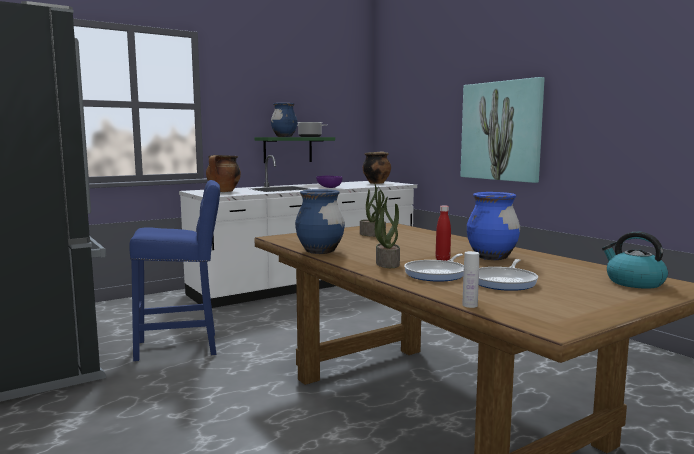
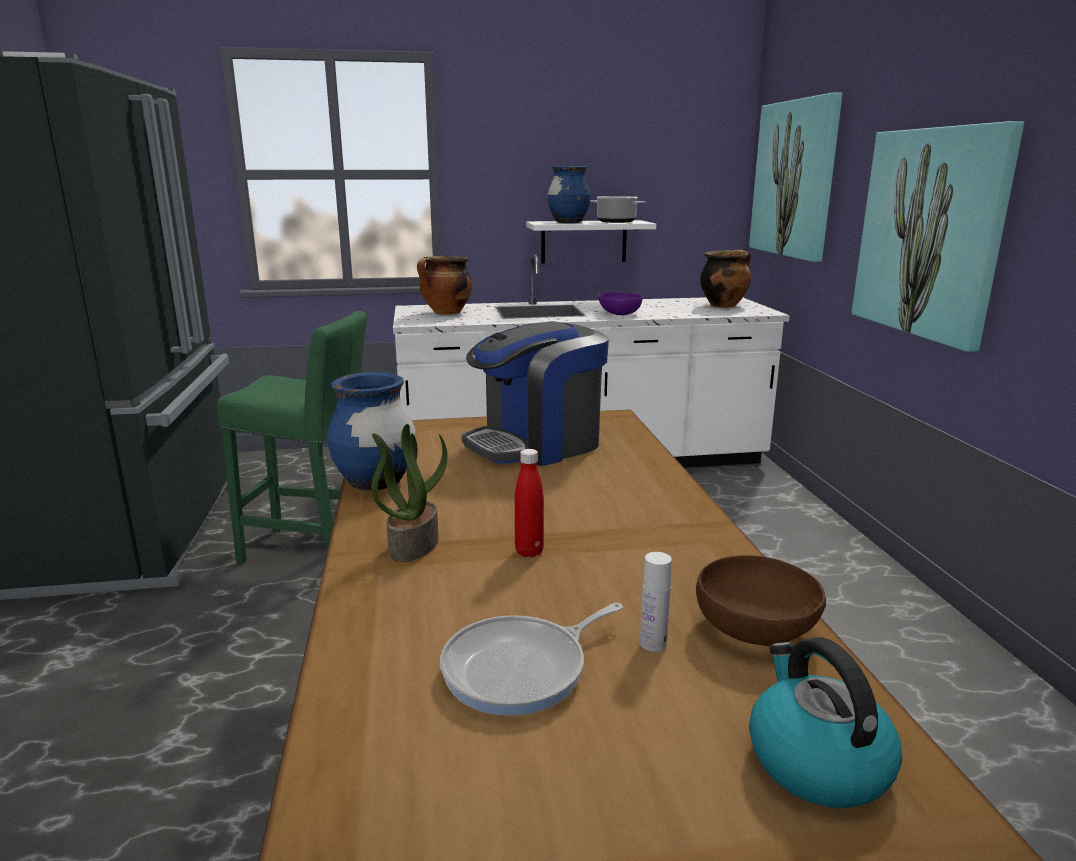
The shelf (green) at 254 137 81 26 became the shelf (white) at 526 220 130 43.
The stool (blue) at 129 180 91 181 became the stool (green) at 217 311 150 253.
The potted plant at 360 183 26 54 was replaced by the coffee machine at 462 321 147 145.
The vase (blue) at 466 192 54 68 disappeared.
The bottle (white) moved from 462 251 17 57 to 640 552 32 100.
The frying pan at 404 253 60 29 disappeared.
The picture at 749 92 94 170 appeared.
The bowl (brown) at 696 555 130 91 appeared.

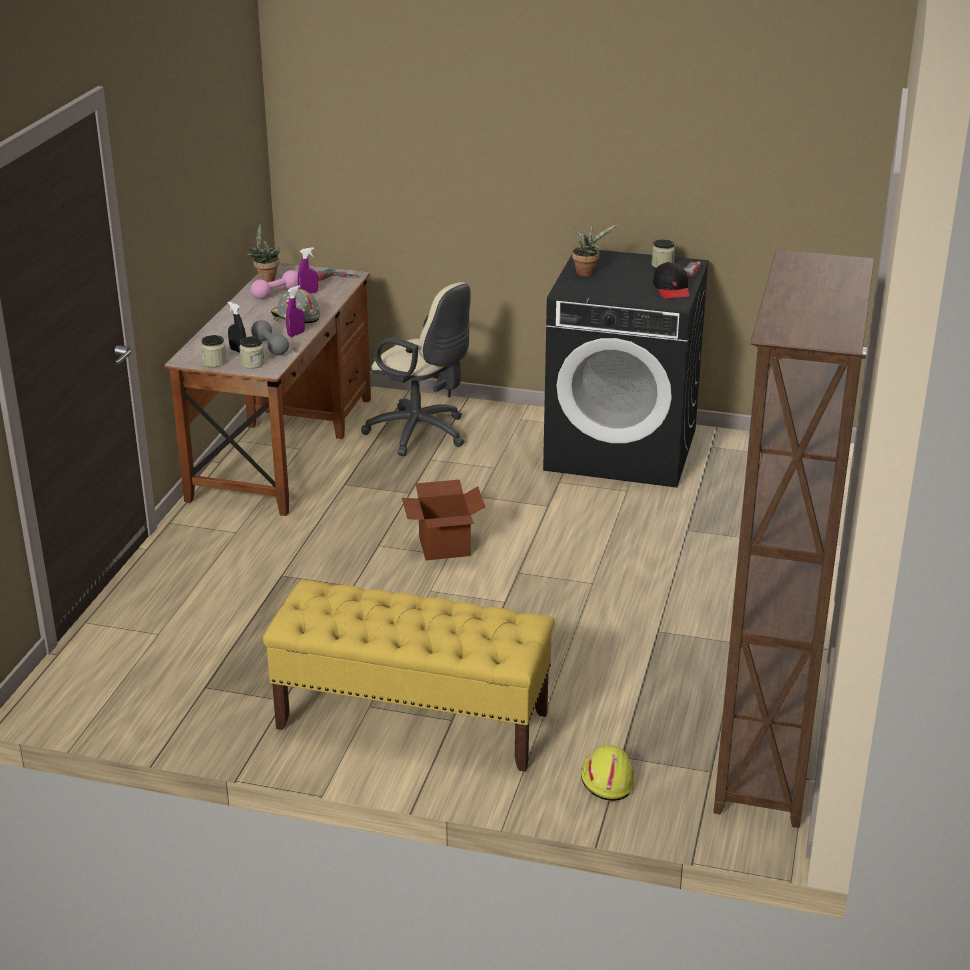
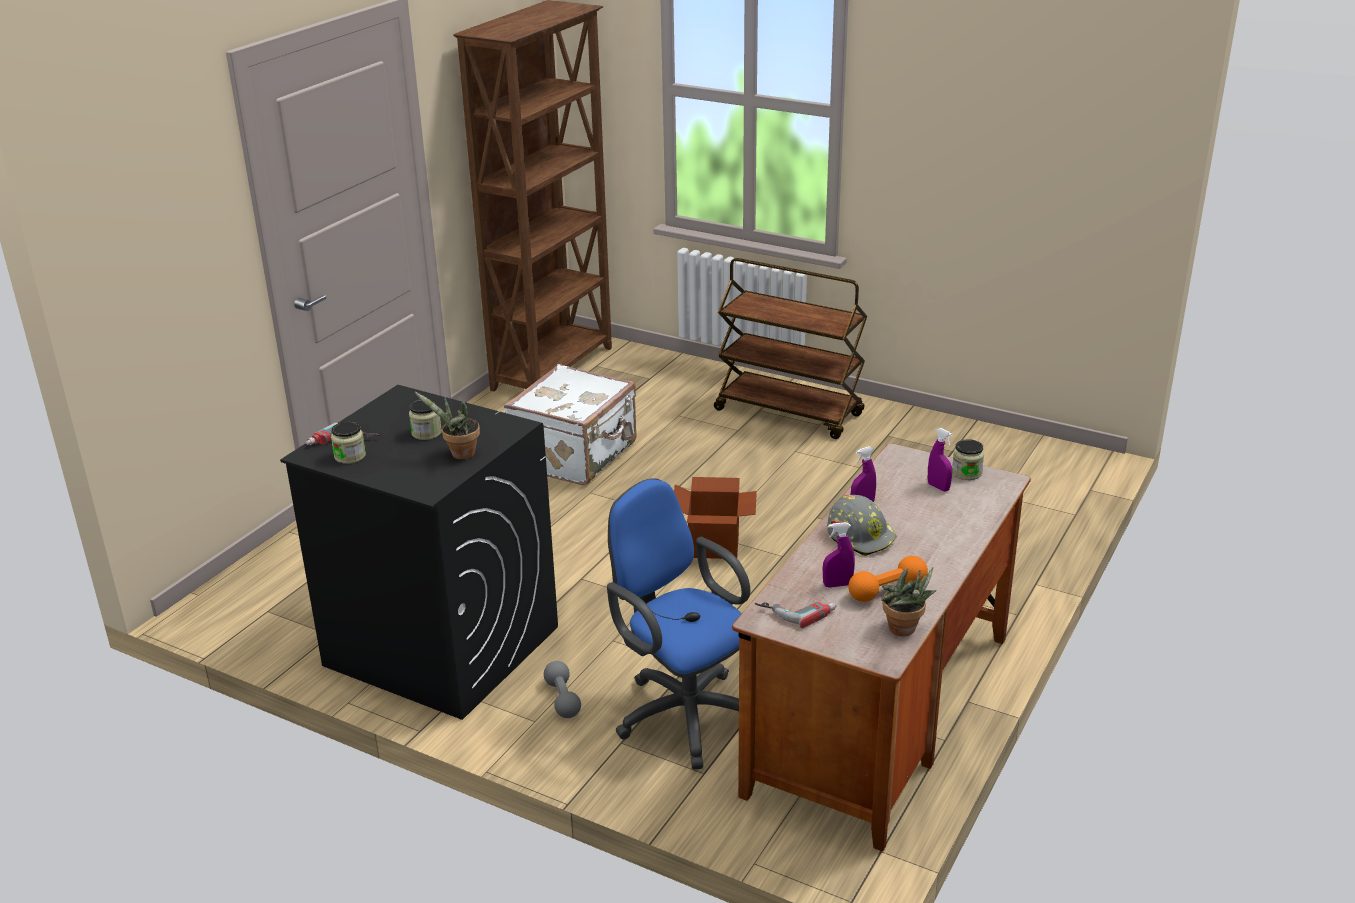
The cap (black) at 653 262 36 36 disappeared.
The dumbbell (pink) at 251 270 47 29 became the dumbbell (orange) at 848 556 80 46.
The office chair (beige) at 361 282 110 174 became the office chair (blue) at 607 478 143 291.
The spray bottle (black) at 228 302 18 51 became the spray bottle (purple) at 928 428 25 64.
The dumbbell (grey) moved from 251 320 38 35 to 544 661 37 57.
The jar moved from 239 336 26 33 to 409 399 33 41.
The bench (yellow) at 263 580 292 192 was replaced by the cart (brown) at 714 258 153 181.
The hard hat (yellow) at 581 745 54 56 disappeared.
The suitcase (white) at 504 364 133 121 appeared.

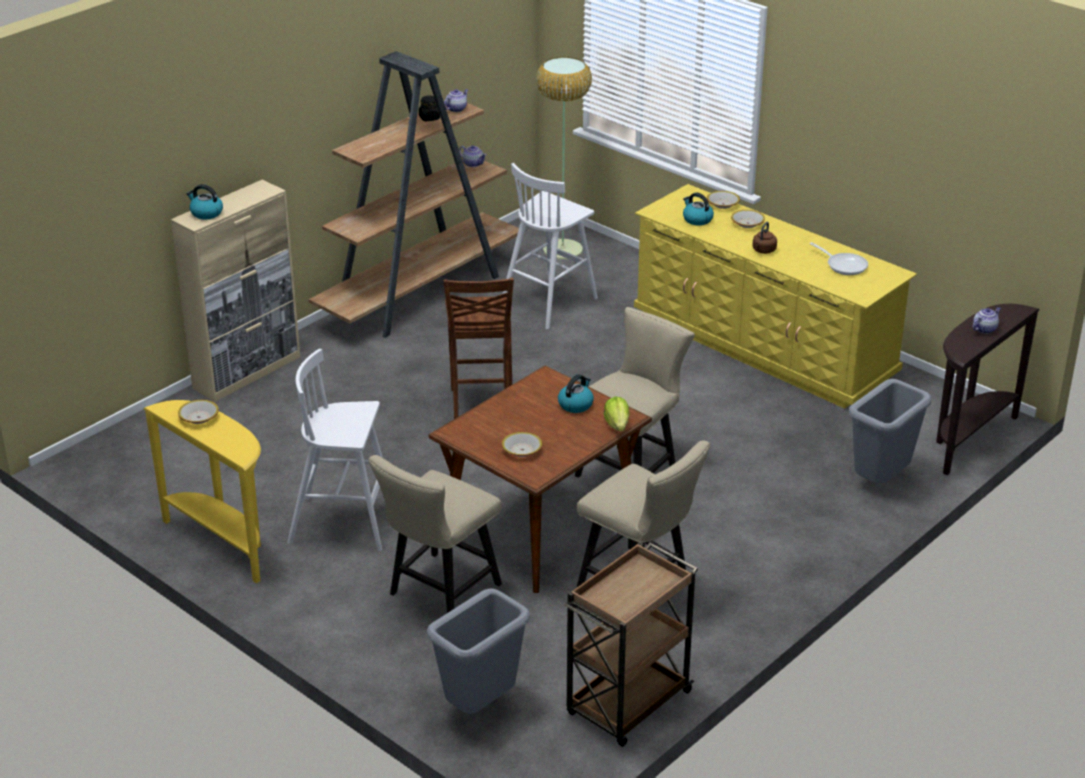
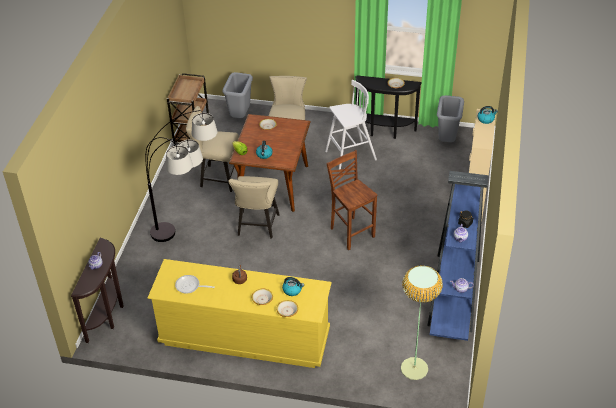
The bookcase (brown) at 309 51 210 287 became the bookcase (blue) at 427 171 62 170.
The stool (white) at 503 163 95 166 disappeared.
The trash can (grey) moved from 849 379 83 104 to 437 95 27 48.
The console table (yellow) at 144 400 117 184 became the console table (black) at 355 75 67 64.
The floor lamp at 145 110 72 132 appeared.

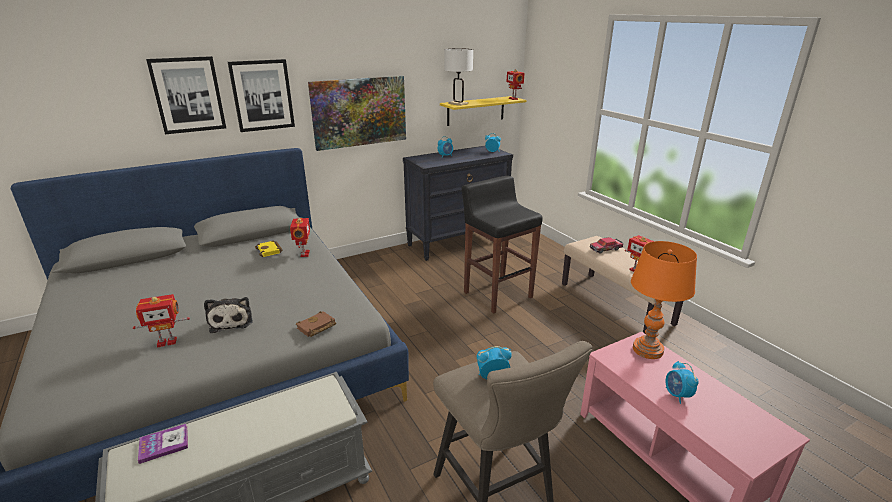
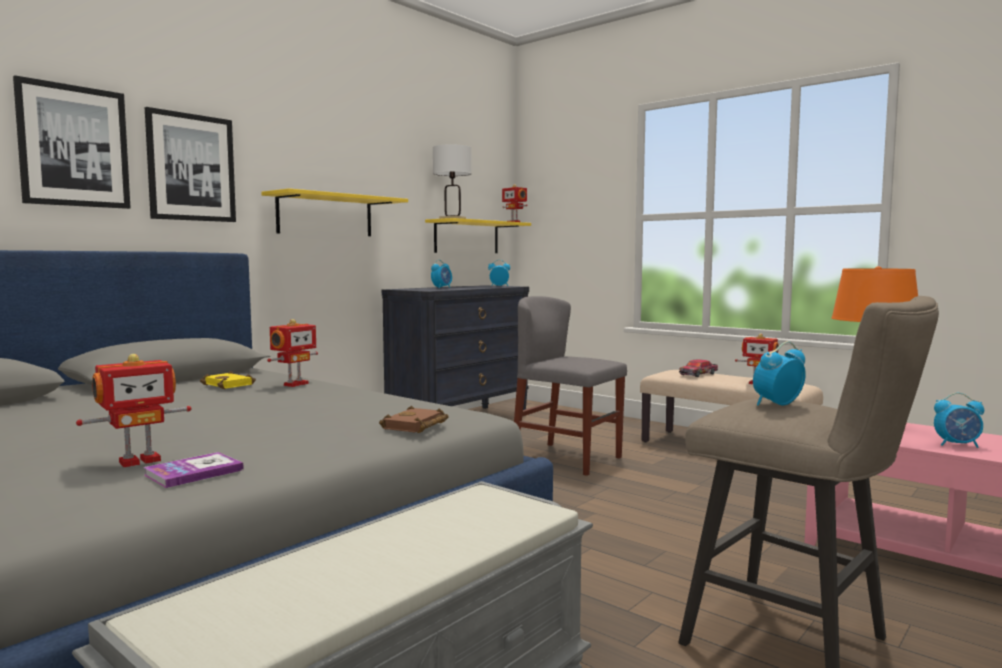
The picture at 308 76 98 75 was replaced by the shelf (yellow) at 261 188 147 48.
The stool (black) at 462 176 80 138 was replaced by the chair (grey) at 514 296 113 180.
The toy robot at 290 218 20 39 turned 60 degrees clockwise.
The plush toy at 204 297 49 36 disappeared.
The alarm clock at 665 361 34 43 turned 45 degrees counterclockwise.
The book moved from 138 424 50 40 to 143 452 101 36.

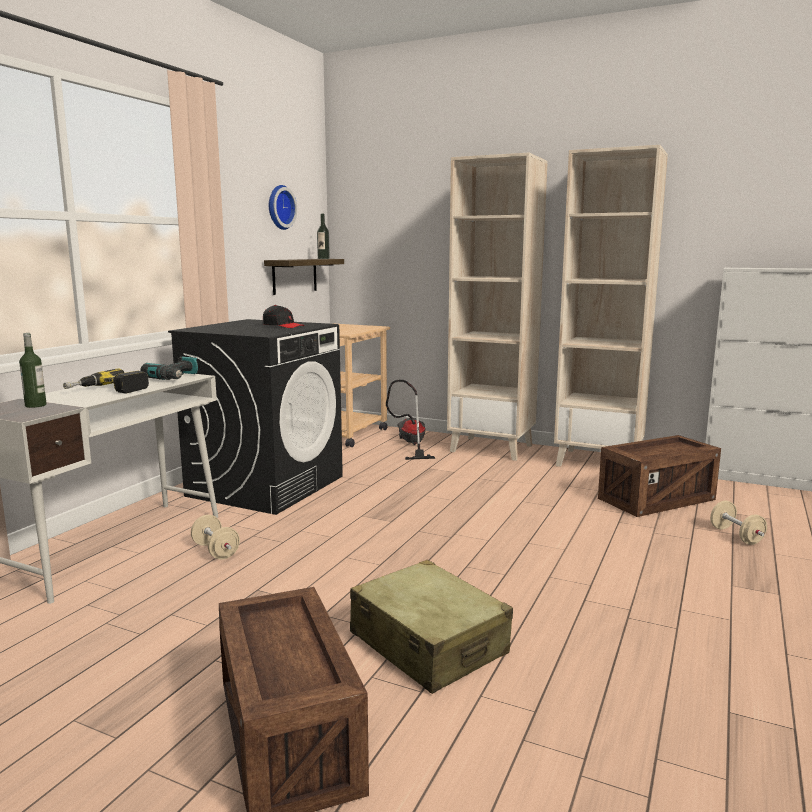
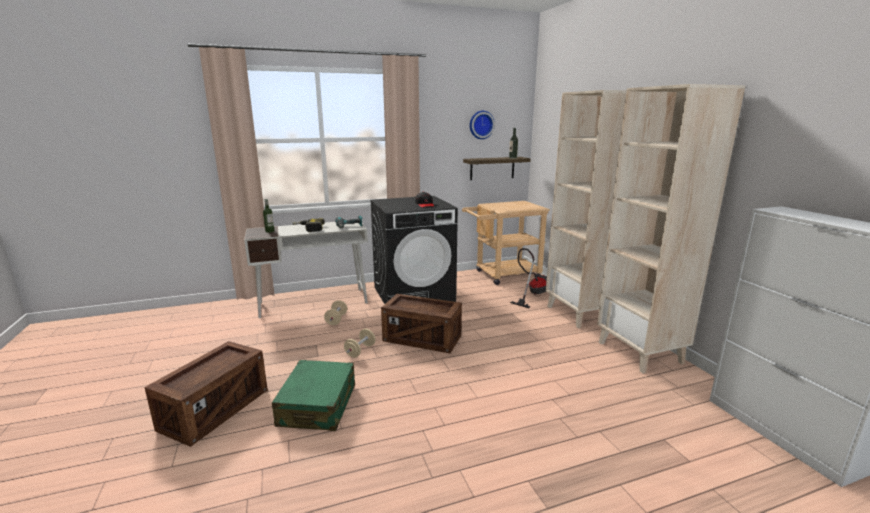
The crate moved from 598 435 123 82 to 381 294 81 59.
The dumbbell (beige) moved from 710 501 57 44 to 344 329 31 29.
The suitcase (beige) at 350 560 163 134 became the suitcase (green) at 272 360 83 71.

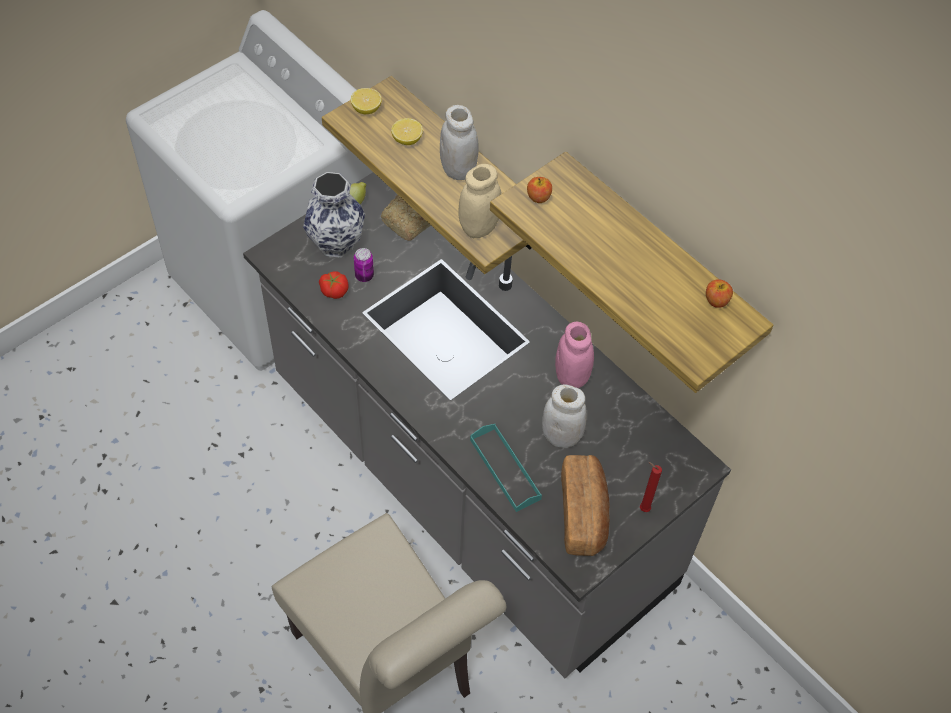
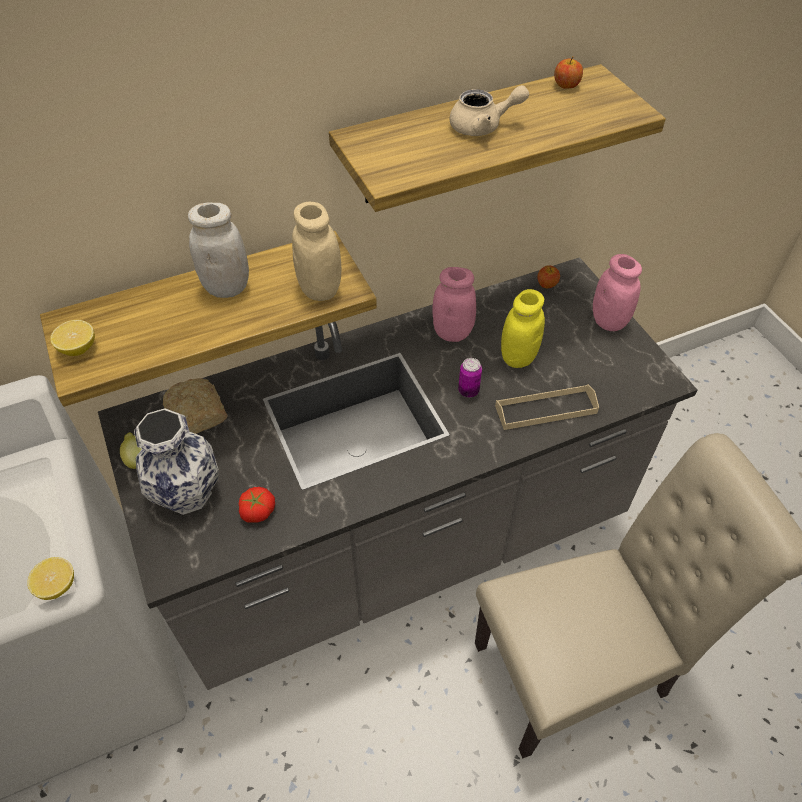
The lemon moved from 391 118 32 27 to 27 557 47 43.
The apple moved from 527 177 25 26 to 537 265 23 23.
The can moved from 354 248 20 34 to 458 358 24 39.
The jar (white) at 542 384 45 64 became the jar (yellow) at 501 289 44 79.
The tray (turquoise) at 470 424 72 88 became the tray (beige) at 495 384 104 46.
The bread at 561 455 49 101 disappeared.
The candle (red) at 640 462 22 50 was replaced by the jar (pink) at 593 254 49 77.
The teapot (beige) at 450 85 79 51 appeared.

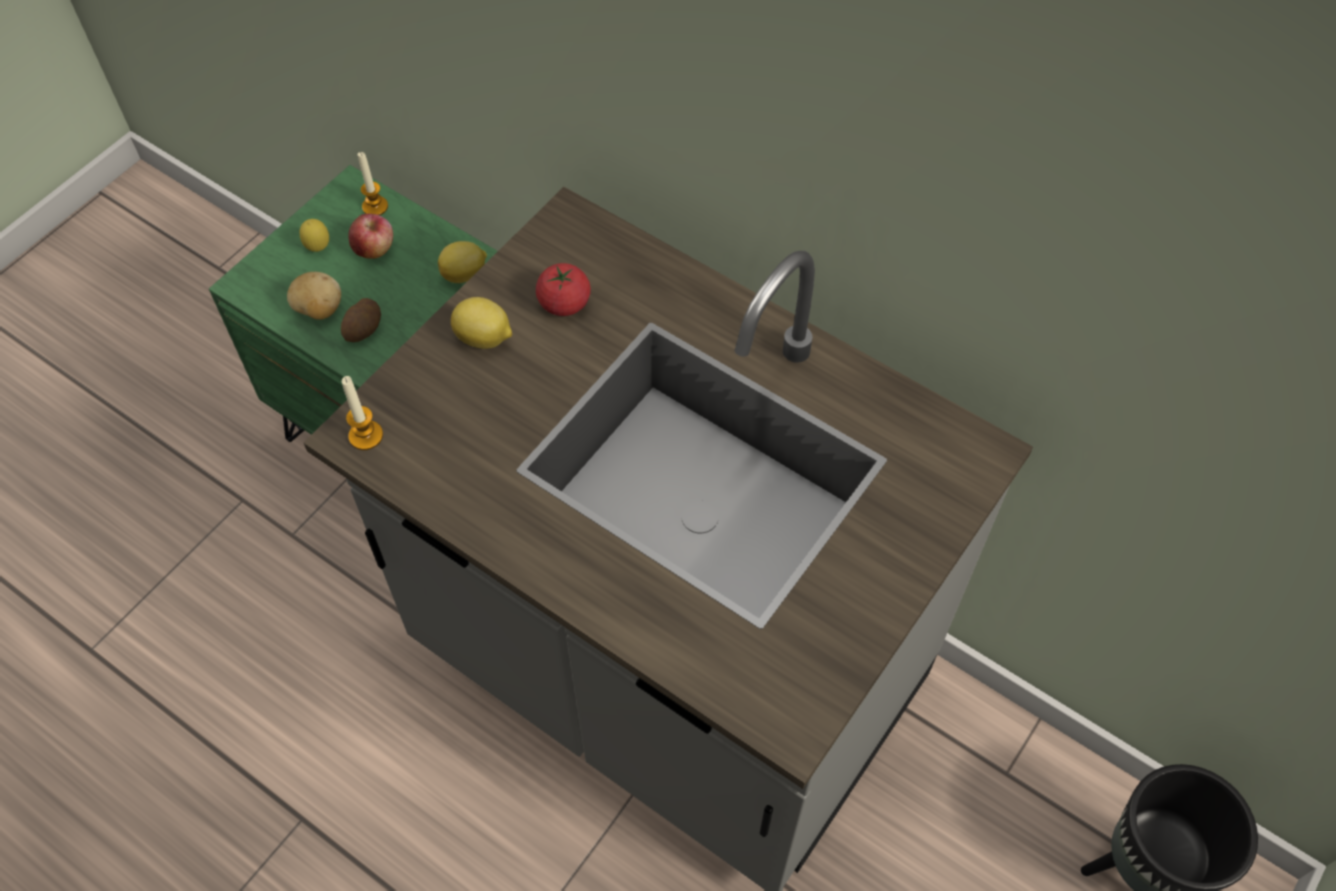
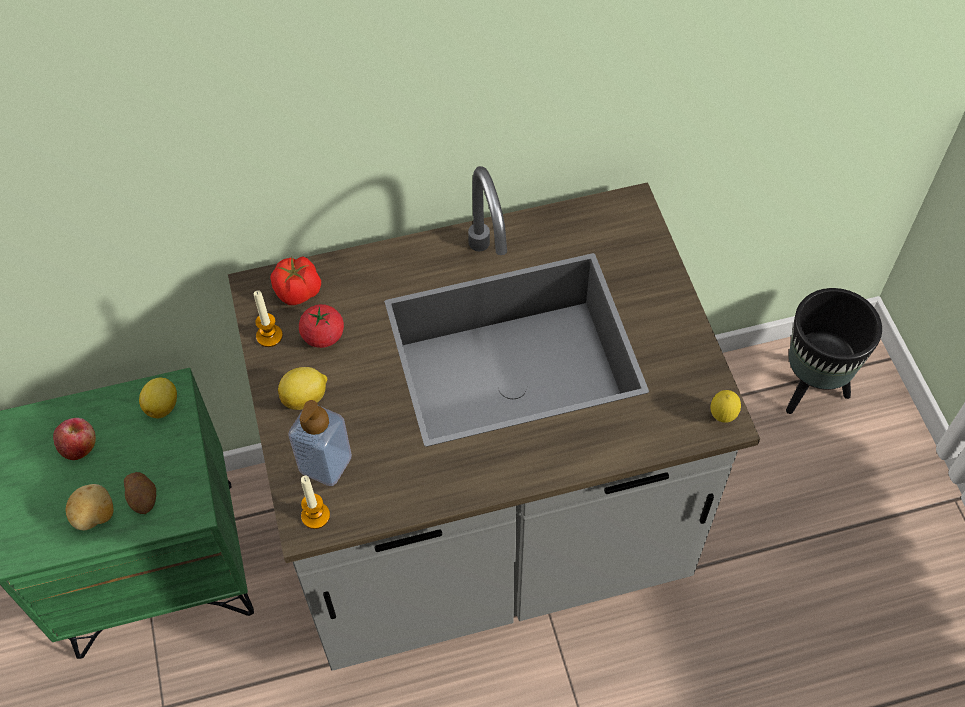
The candle moved from 357 152 31 63 to 254 291 29 56.
The lemon moved from 299 219 30 33 to 710 390 31 33.
The tomato at 270 256 51 49 appeared.
The soap dispenser at 288 400 64 86 appeared.

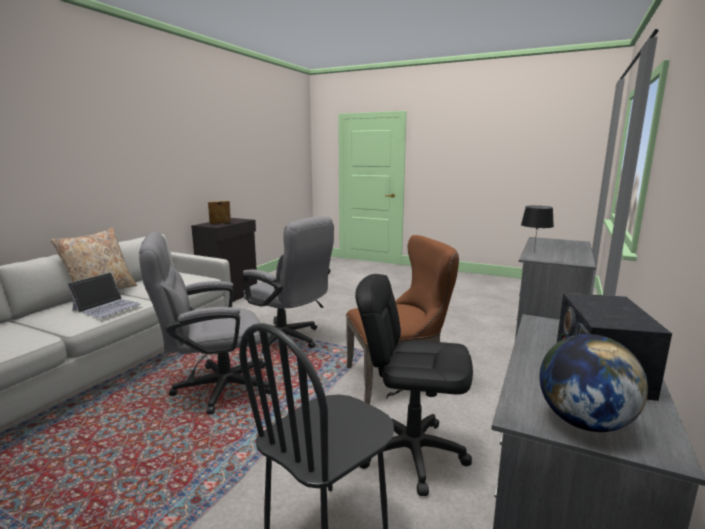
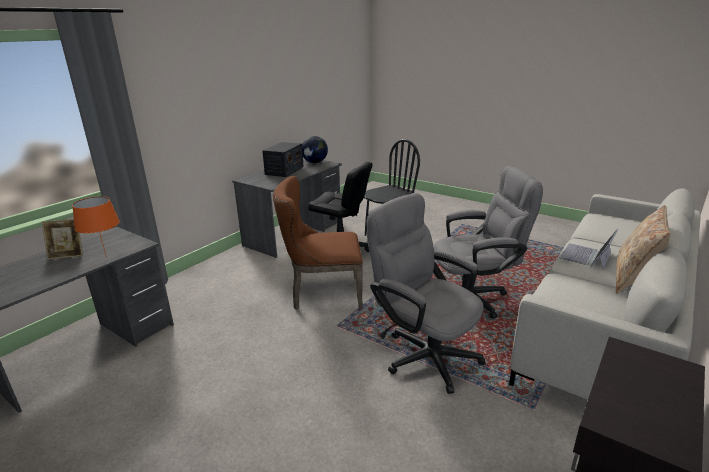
The picture frame moved from 208 200 23 24 to 42 219 41 41.
The table lamp (black) at 521 206 33 45 became the table lamp (orange) at 72 196 48 62.

